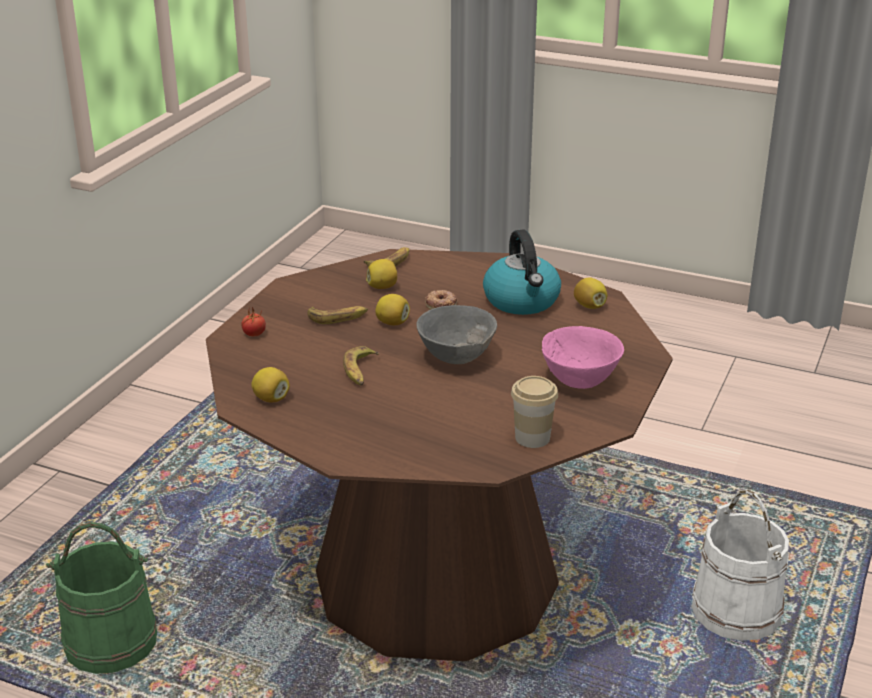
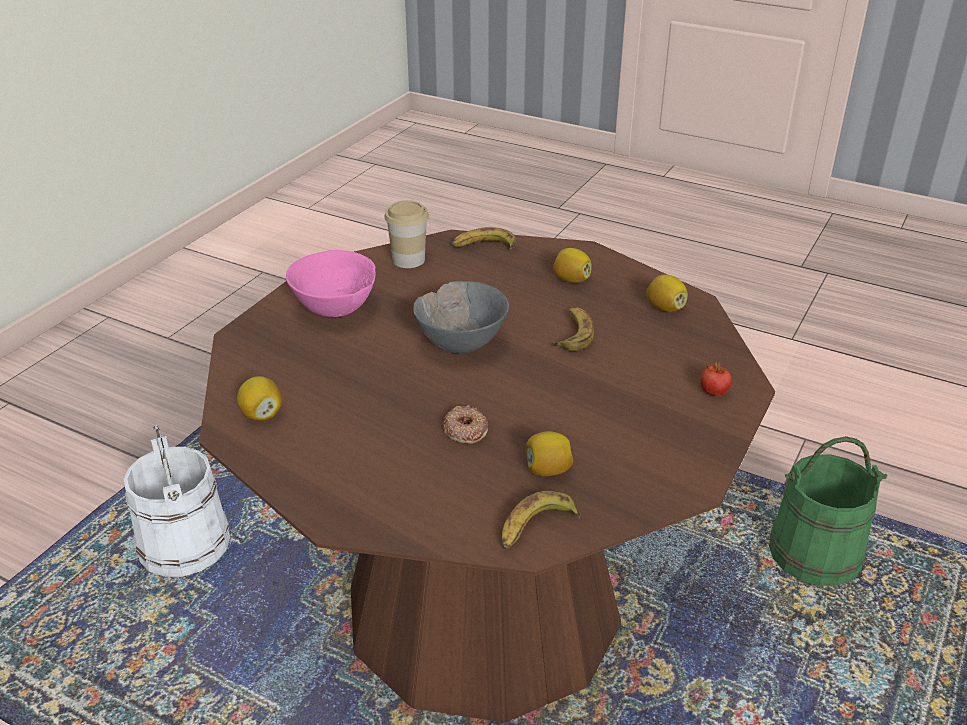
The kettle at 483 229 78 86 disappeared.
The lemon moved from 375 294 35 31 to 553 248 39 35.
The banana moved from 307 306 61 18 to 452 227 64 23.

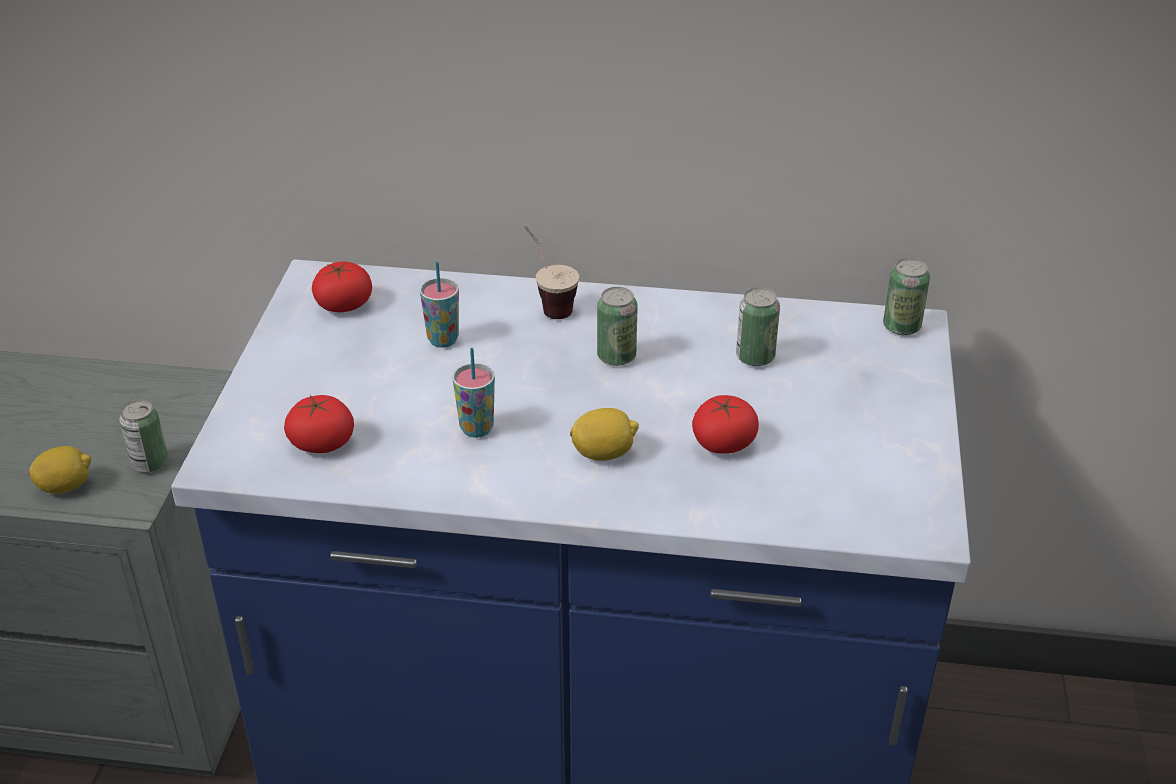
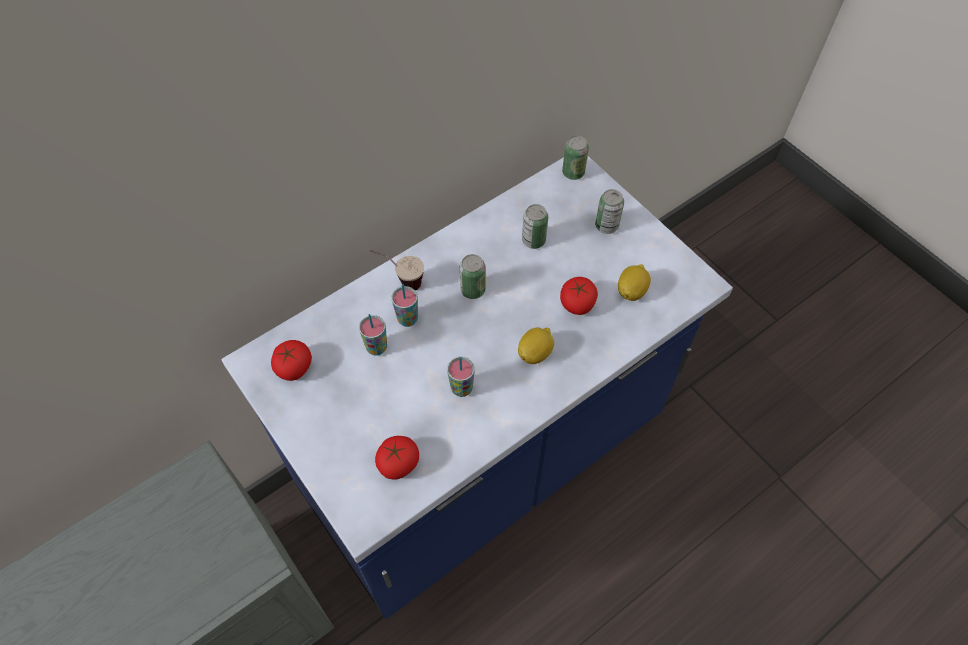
The can moved from 119 400 49 72 to 595 189 29 45.
The lemon moved from 29 446 62 48 to 618 265 33 36.
The cup at 391 284 27 43 appeared.

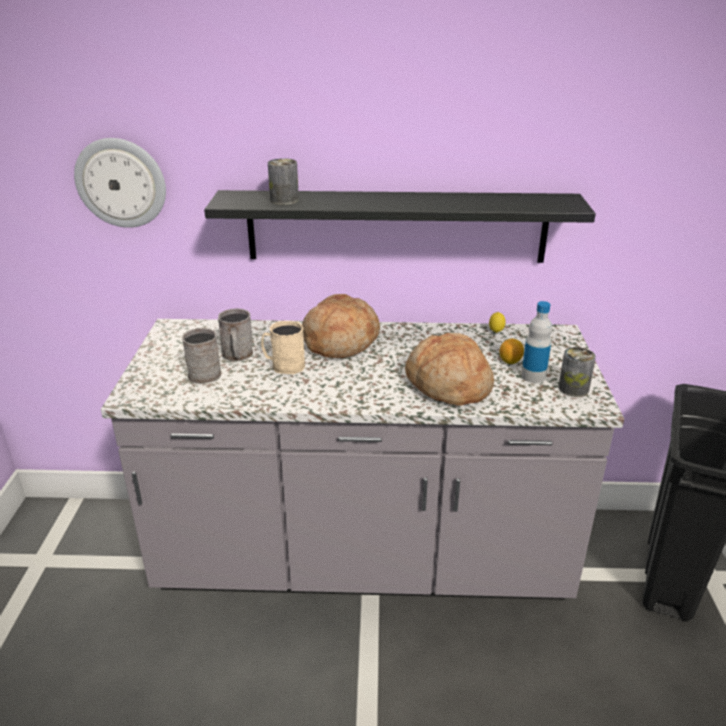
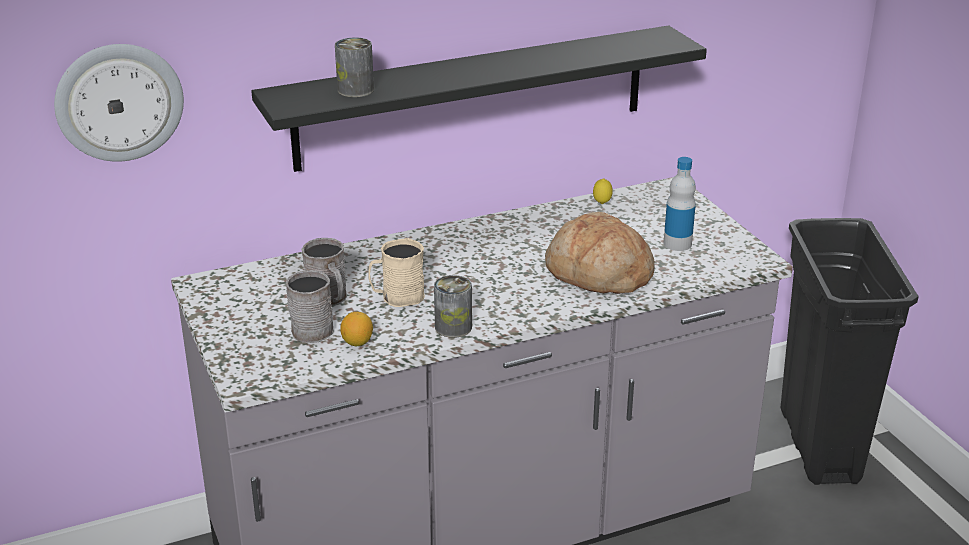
The bread at 302 294 78 64 disappeared.
The lemon moved from 499 339 25 25 to 340 312 33 34.
The can moved from 558 347 38 50 to 434 275 38 63.

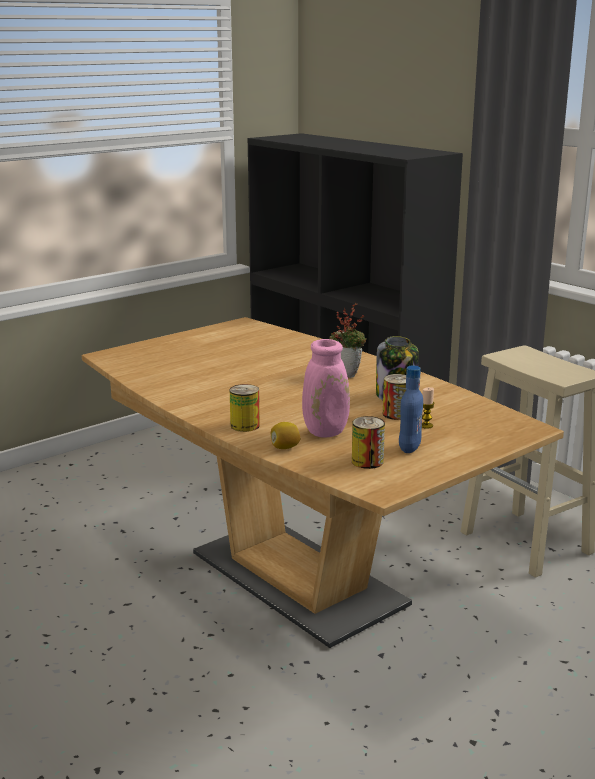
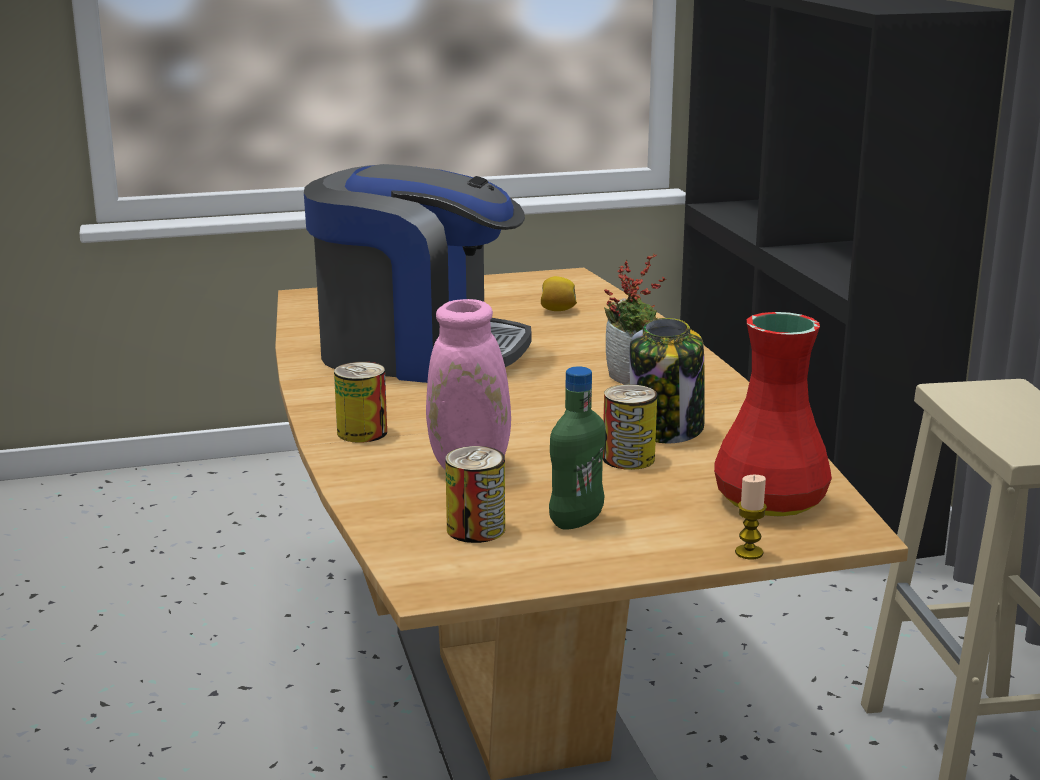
The bottle (blue) at 399 366 24 87 became the bottle (green) at 549 366 57 164.
The candle moved from 422 387 12 42 to 735 475 32 84.
The lemon moved from 271 422 29 27 to 541 276 36 35.
The coffee machine at 304 164 227 219 appeared.
The vase (red) at 714 312 118 204 appeared.

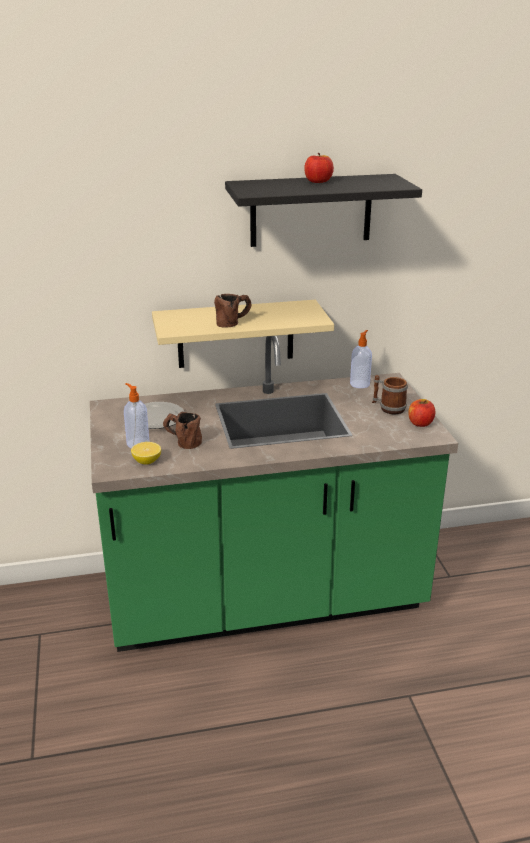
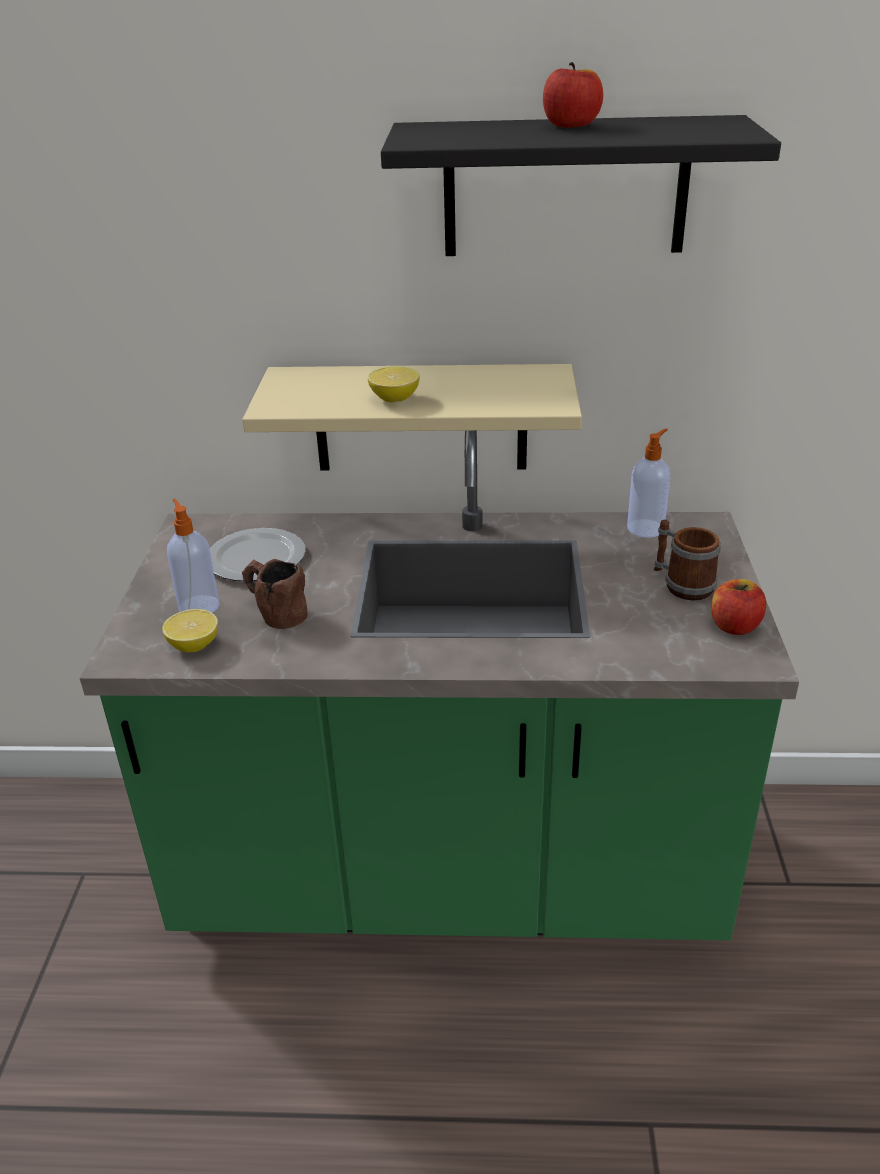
The mug (brown) at 214 294 37 34 was replaced by the lemon at 368 366 52 36.

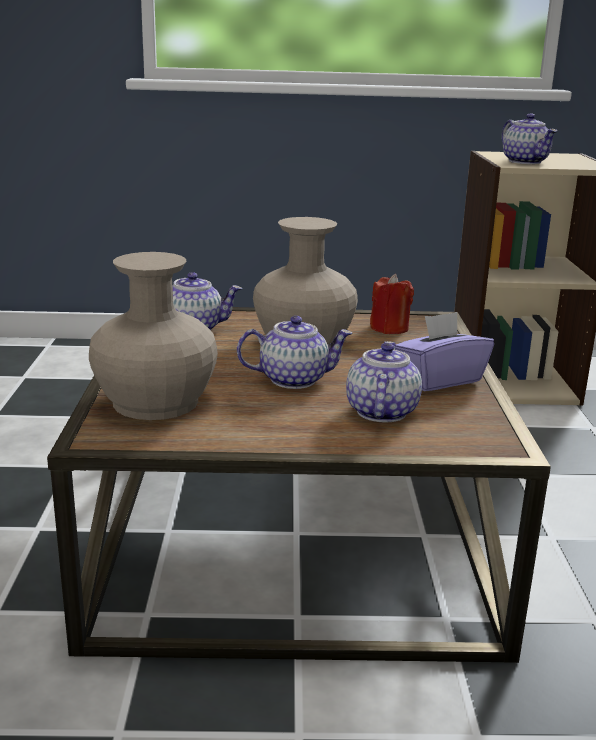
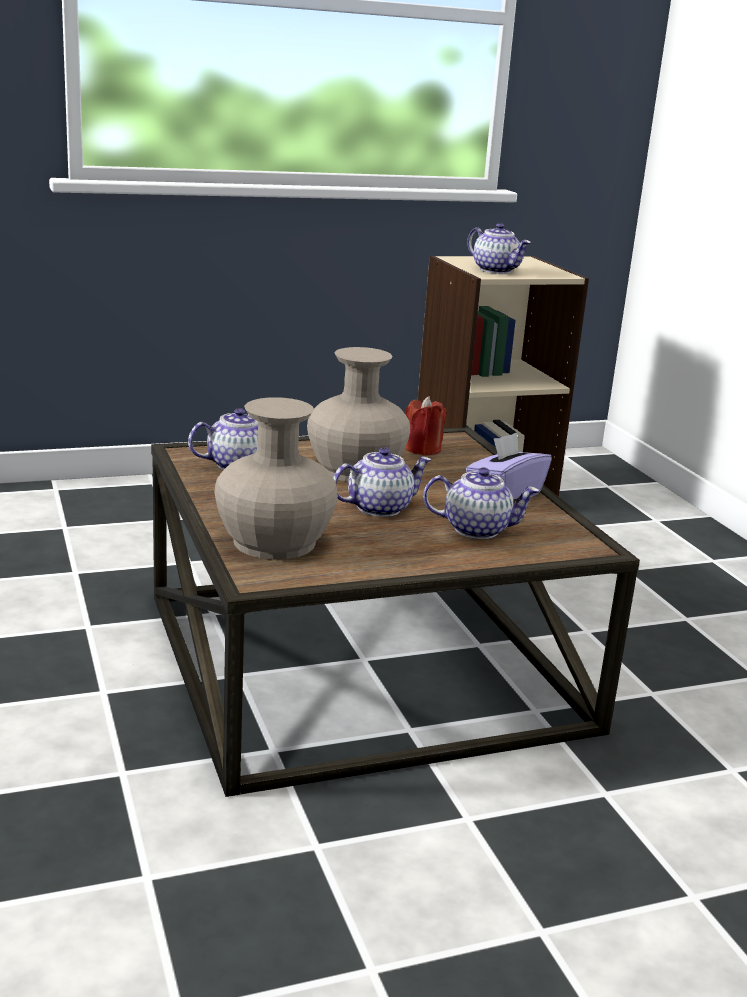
The teapot at 346 341 76 81 turned 105 degrees clockwise.

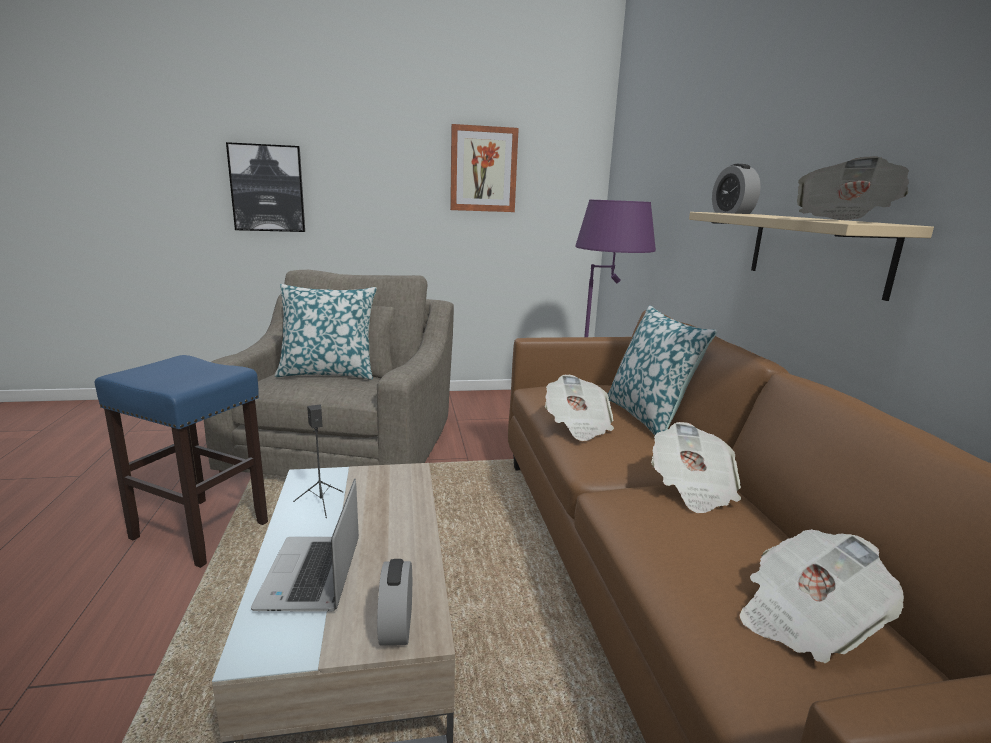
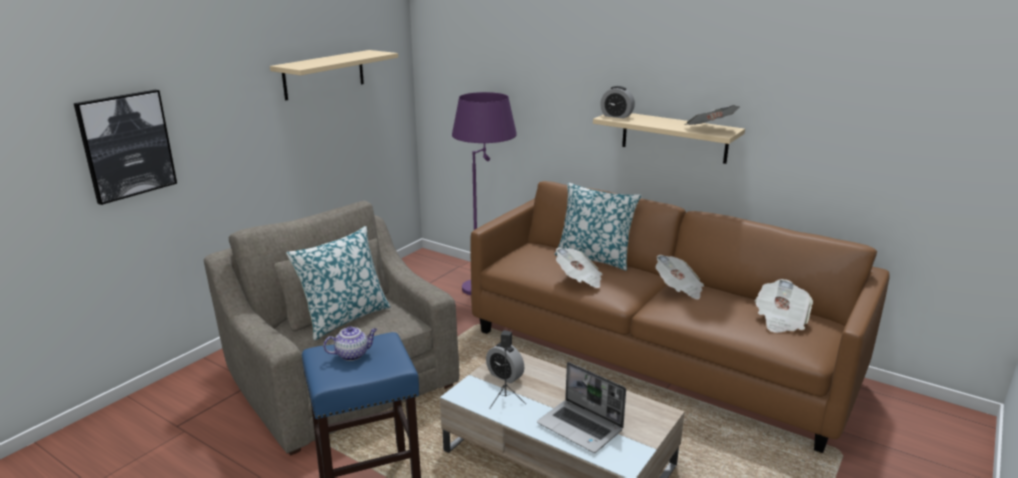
The picture at 450 124 69 88 was replaced by the shelf (beige) at 270 50 128 50.
The alarm clock moved from 377 559 35 87 to 486 343 38 41.
The teapot at 323 327 54 34 appeared.

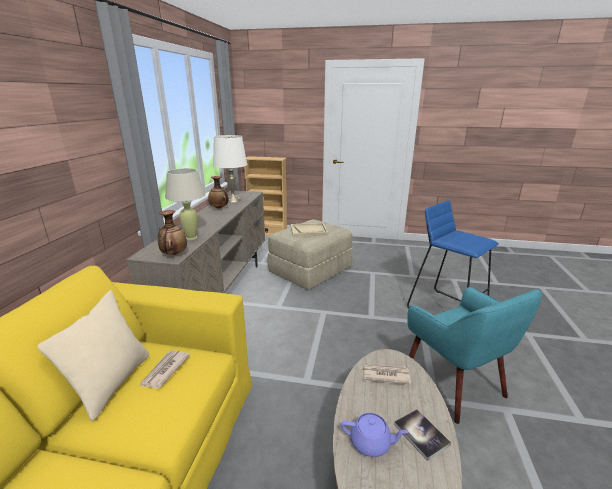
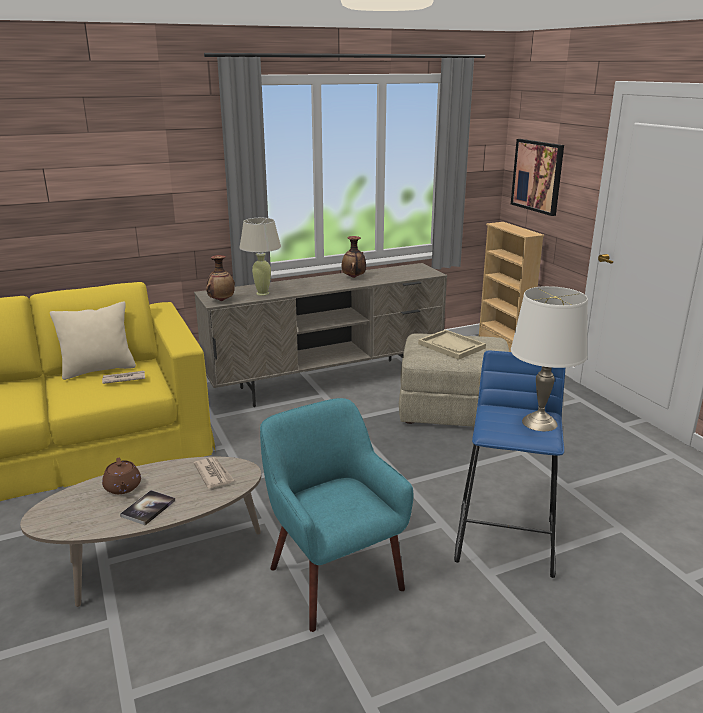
The table lamp (white) moved from 213 135 34 67 to 511 286 77 145.
The armchair (turquoise) at 408 287 134 137 turned 120 degrees clockwise.
The teapot (purple) at 341 413 67 44 became the teapot (brown) at 102 458 39 36.
The picture at 511 139 53 77 appeared.

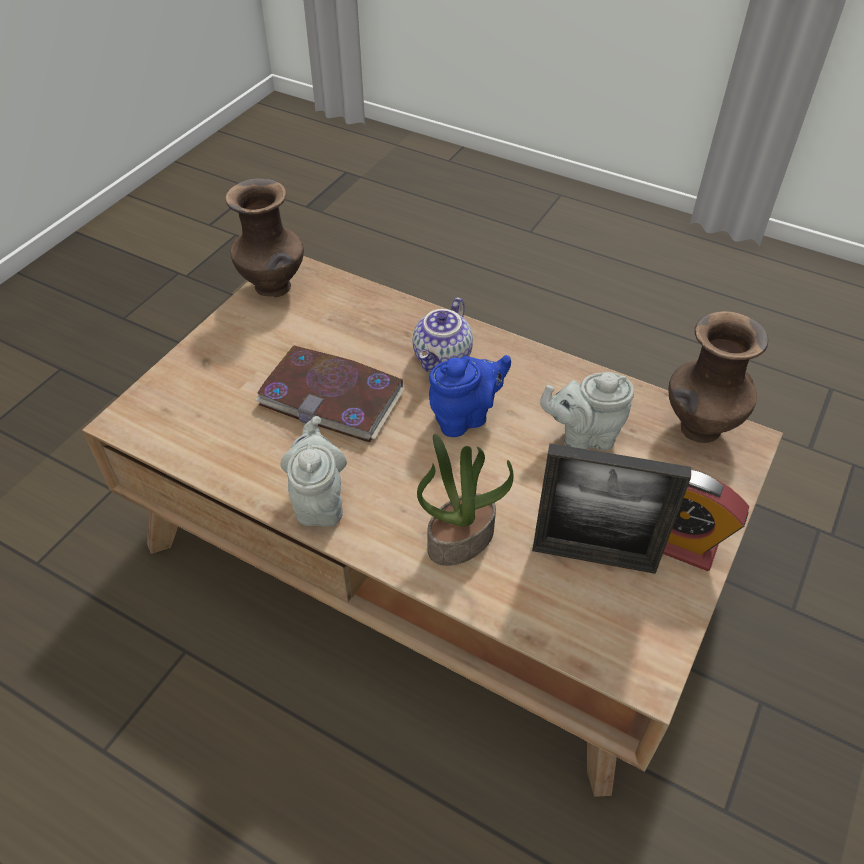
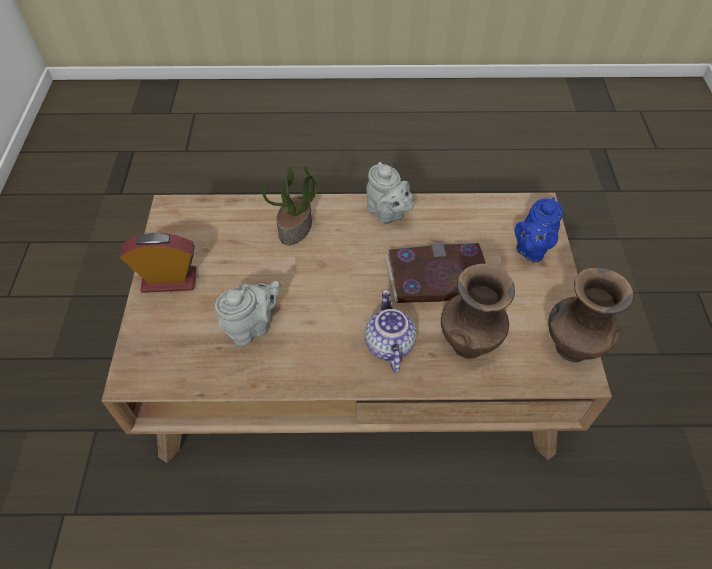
The vase (brown) moved from 668 311 100 132 to 441 264 74 95.
The teapot (blue) moved from 429 355 82 82 to 515 197 48 65.
The picture frame at 532 443 159 131 disappeared.

